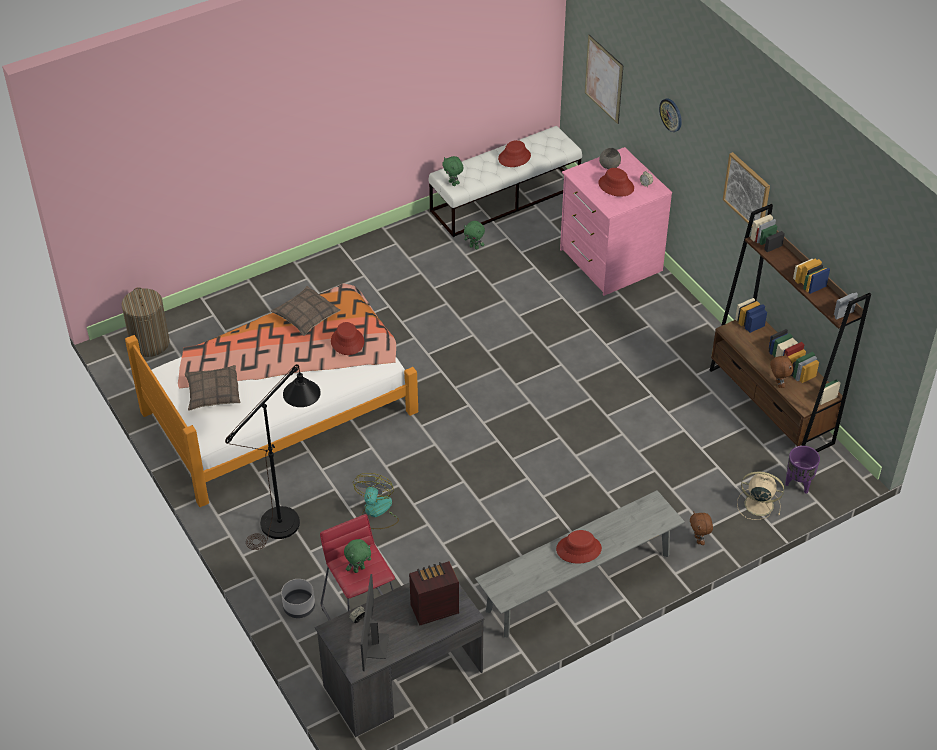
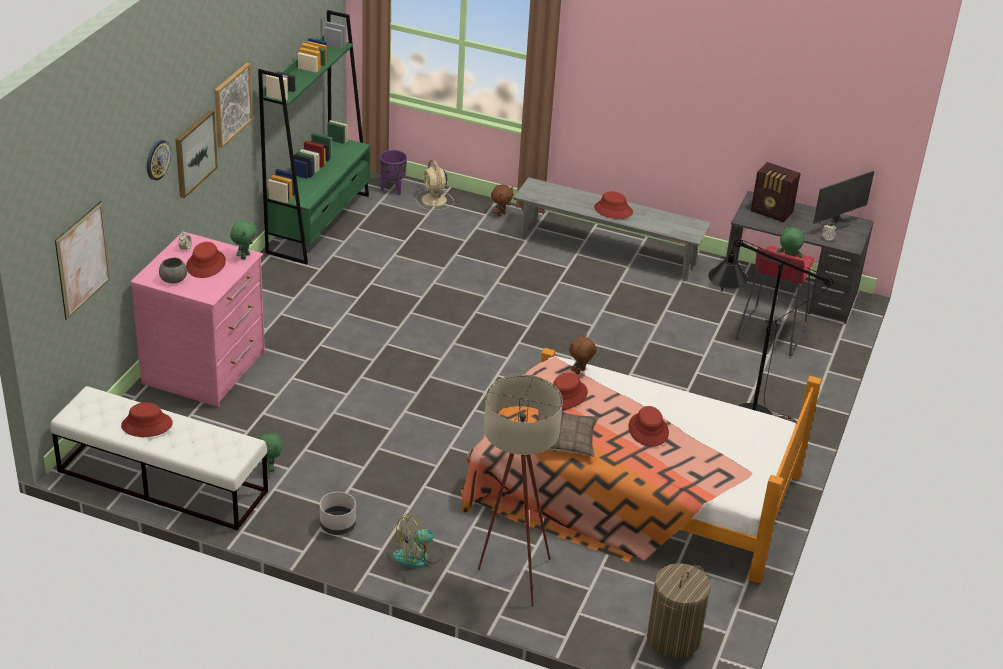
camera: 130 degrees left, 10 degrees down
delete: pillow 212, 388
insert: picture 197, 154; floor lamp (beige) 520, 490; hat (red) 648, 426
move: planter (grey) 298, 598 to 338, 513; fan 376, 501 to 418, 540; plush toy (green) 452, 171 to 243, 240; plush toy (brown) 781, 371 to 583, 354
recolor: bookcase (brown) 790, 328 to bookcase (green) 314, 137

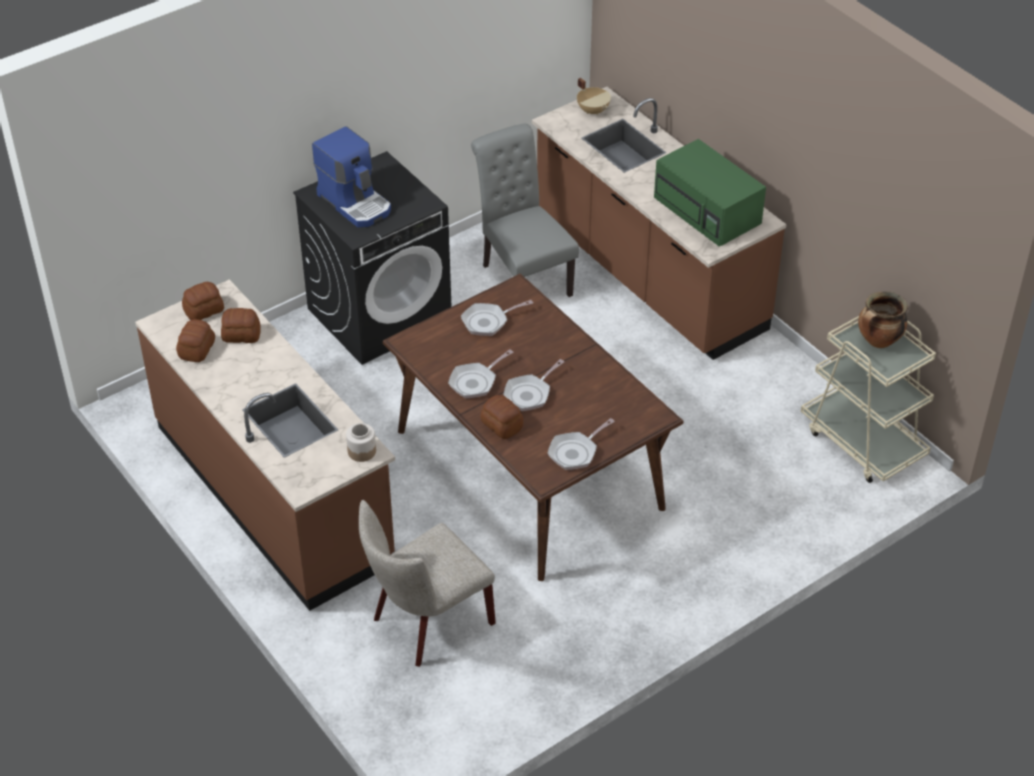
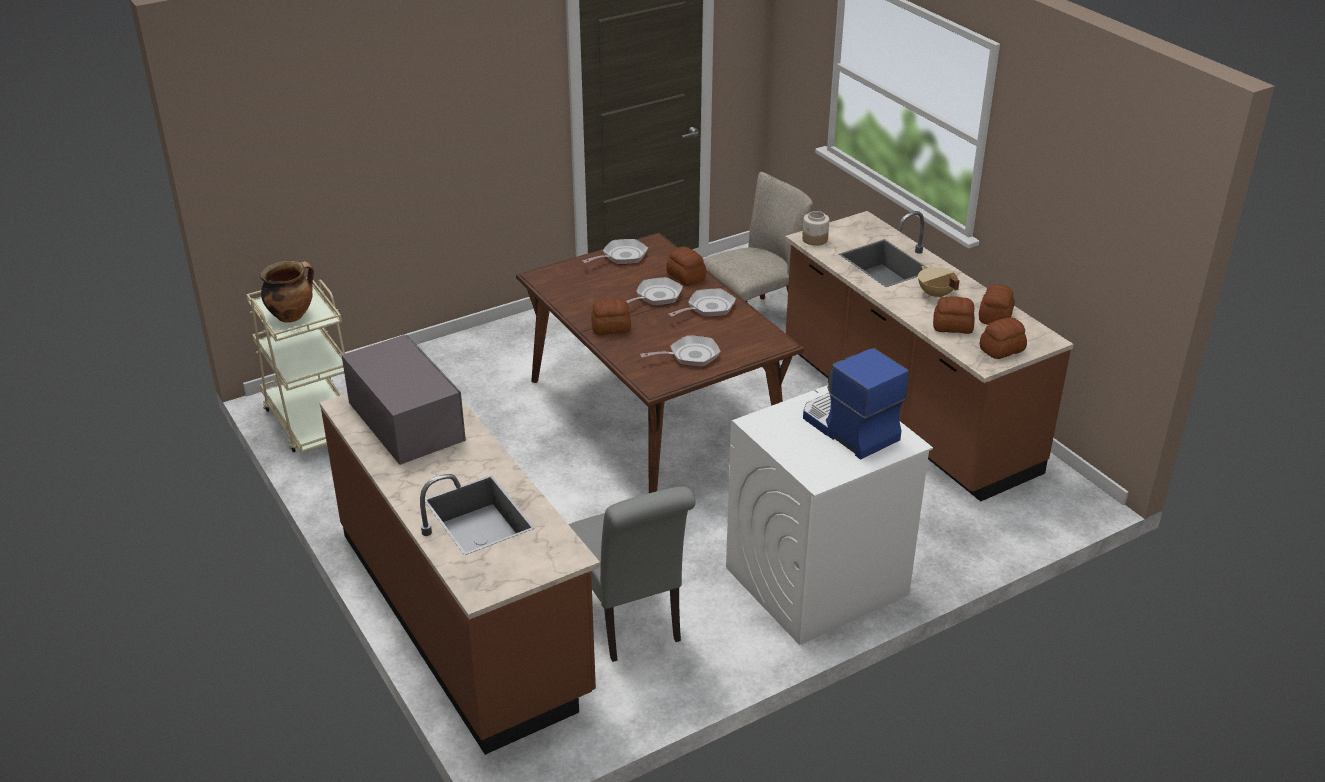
camera: 175 degrees left, 10 degrees down
insert: bread 611, 316
move: cooking pot (beige) 594, 96 to 939, 282
recolor: washing machine (black) 372, 258 to washing machine (white) 829, 515; microwave (green) 710, 193 to microwave (grey) 404, 400

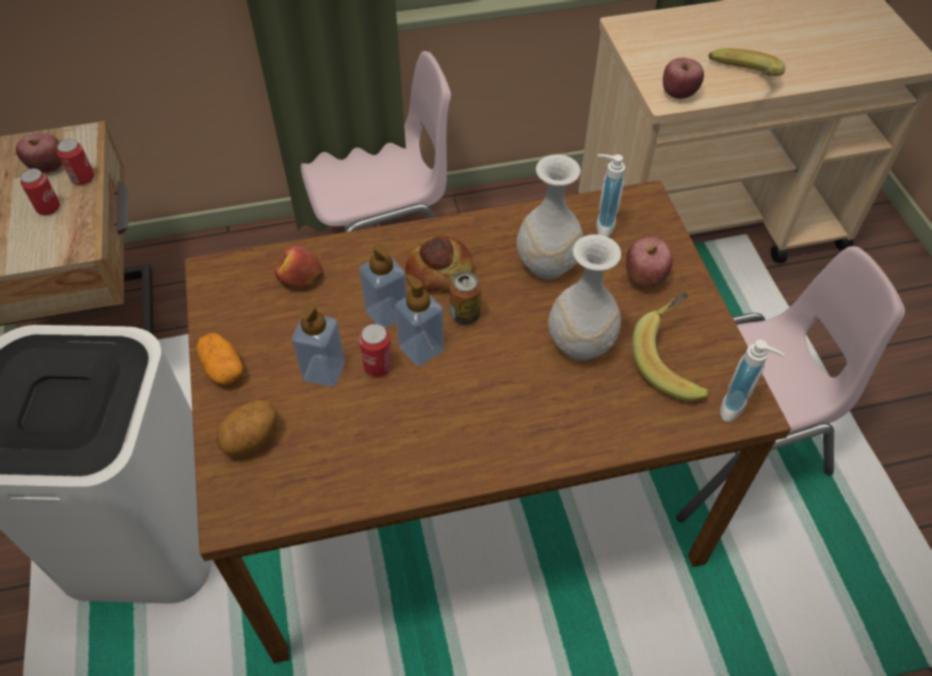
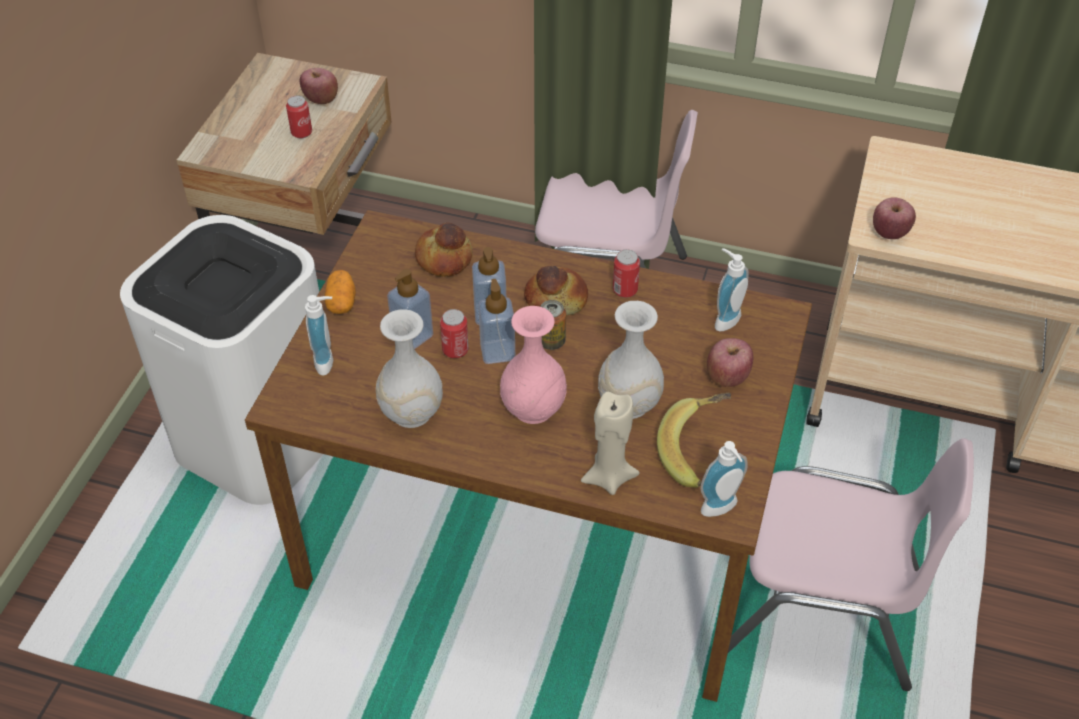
camera: 30 degrees right, 5 degrees down
delete: banana 747, 62
insert: vase (pink) 533, 365; candle (beige) 610, 443
move: can 75, 162 to 626, 273; vase (white) 550, 216 to 409, 368
replace: potato 247, 428 to soap dispenser 319, 335; apple 299, 266 to bread 444, 249

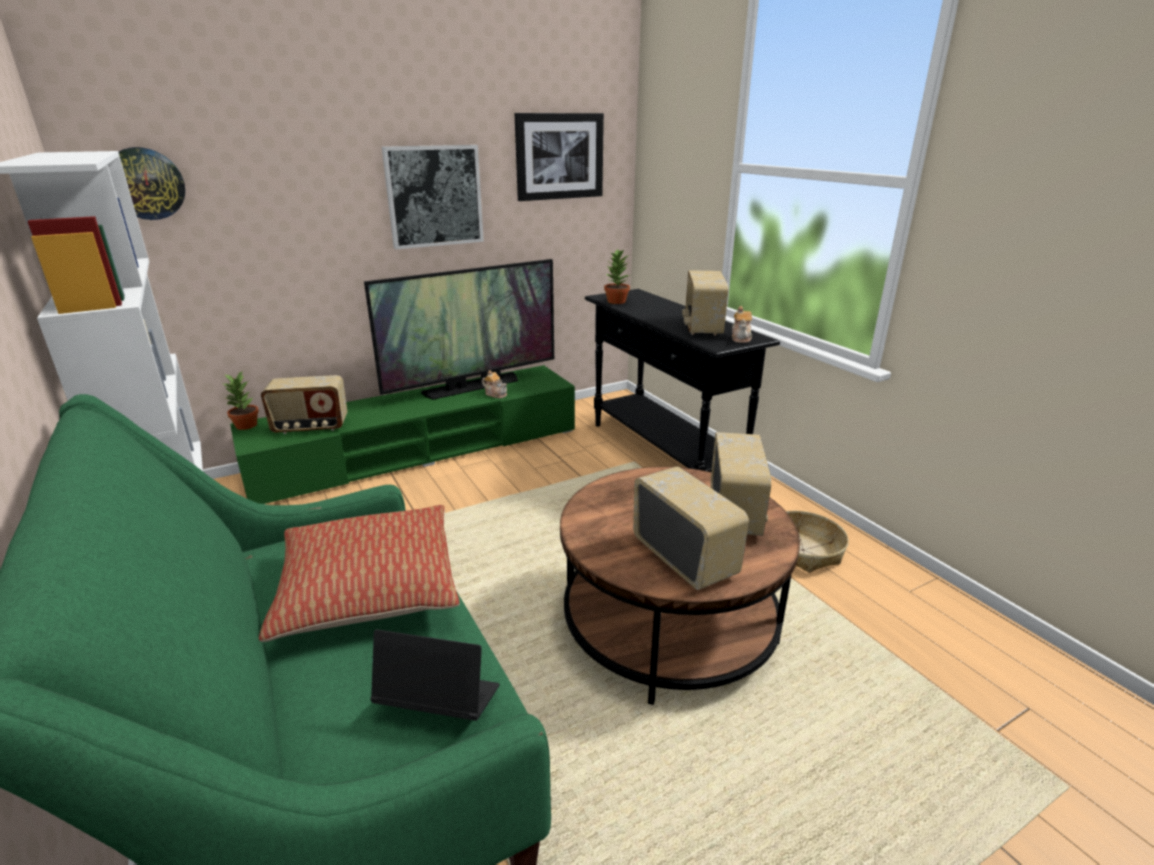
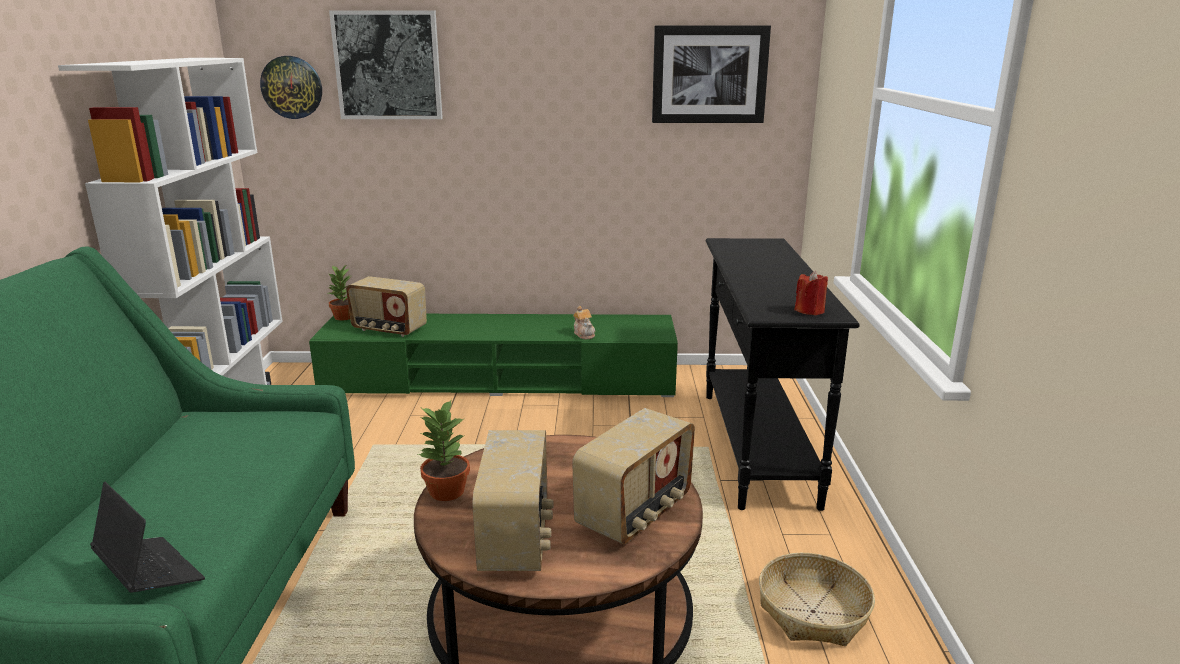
camera: 30 degrees right, 5 degrees down
delete: pillow 359, 573; television 459, 329; radio 705, 302
move: picture 433, 197 to 386, 64; potted plant 617, 276 to 444, 450
replace: teapot 742, 324 to candle (red) 811, 293

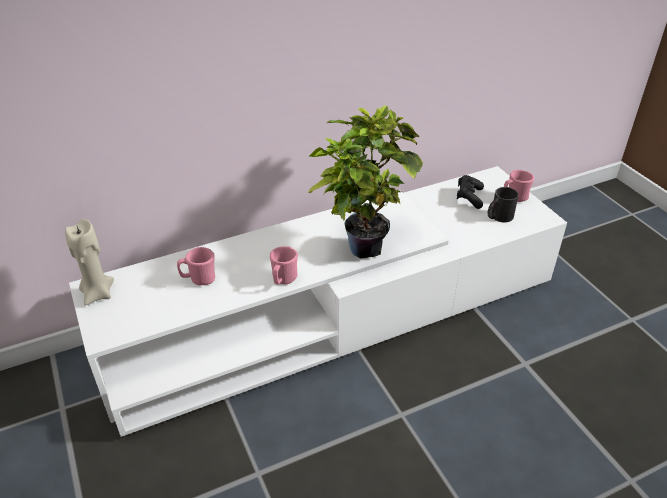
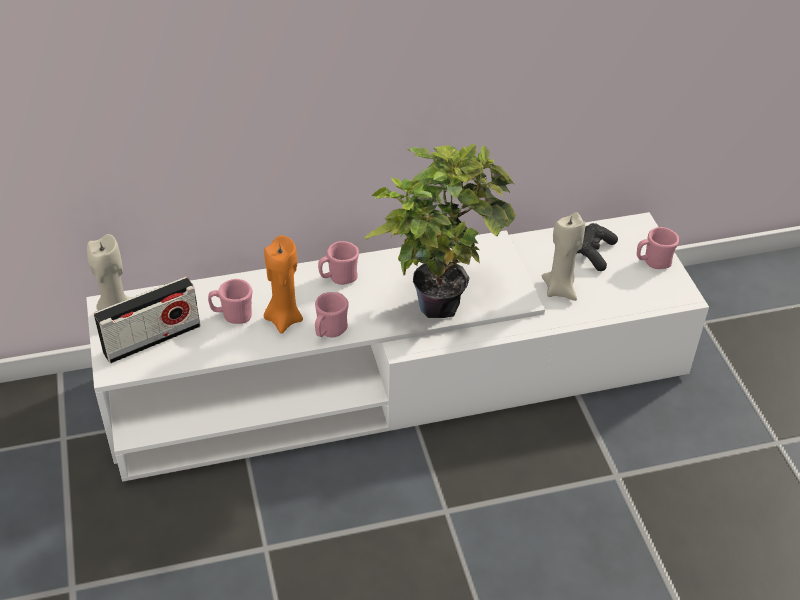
camera: 10 degrees right, 5 degrees up
delete: mug (black) 503, 204
insert: radio 147, 320; candle (orange) 283, 285; mug (pink) 338, 263; candle (beige) 563, 256

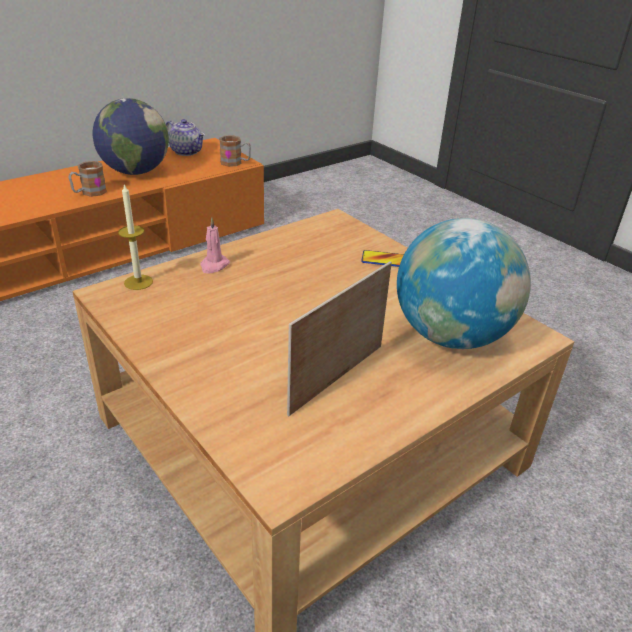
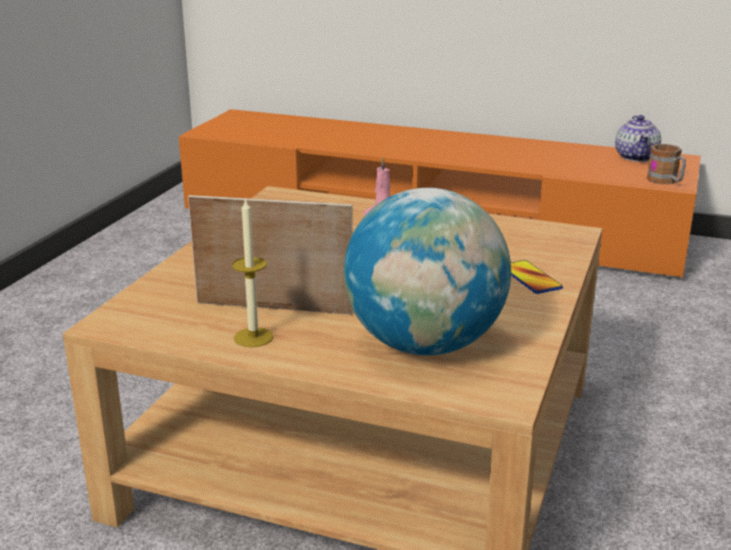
camera: 60 degrees right, 10 degrees down
delete: mug 88, 179; globe 131, 136
move: candle 135, 236 to 253, 272

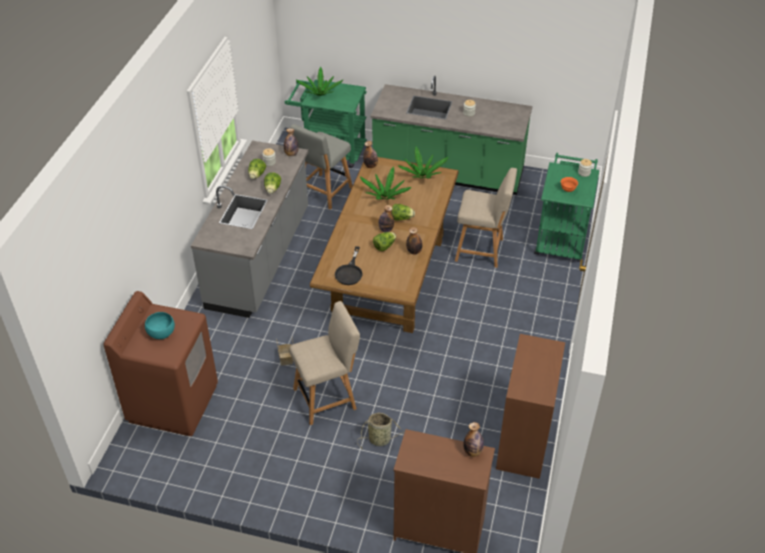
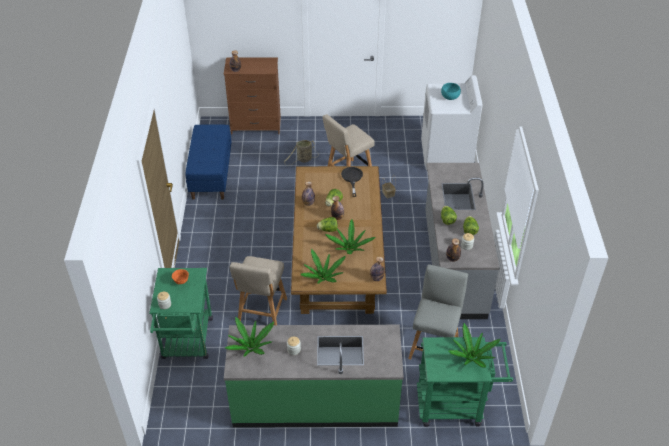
camera: 165 degrees right, 0 degrees up
insert: potted plant 249, 336
replace: dresser (brown) 530, 406 to bench (blue) 209, 162
recolor: washing machine (brown) 161, 363 to washing machine (white) 452, 122
rotate: chair (beige) 486, 218 = 258, 290 75 degrees counterclockwise

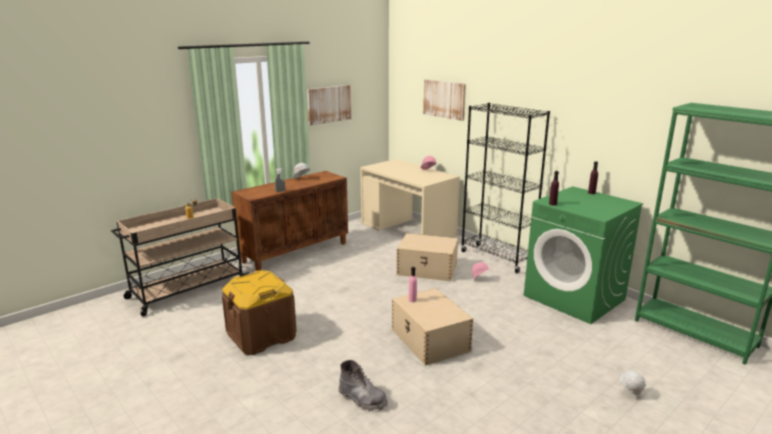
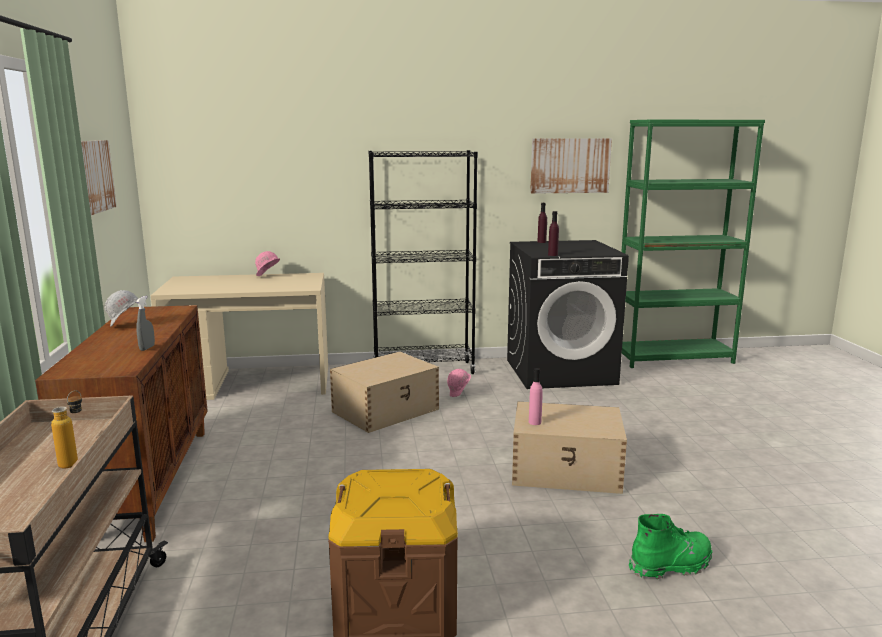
camera: 55 degrees left, 5 degrees down
delete: hard hat (white) 632, 384
move: picture 444, 100 to 571, 166
recolor: boot (grey) 363, 385 to boot (green) 671, 546; washing machine (green) 583, 255 to washing machine (black) 568, 314

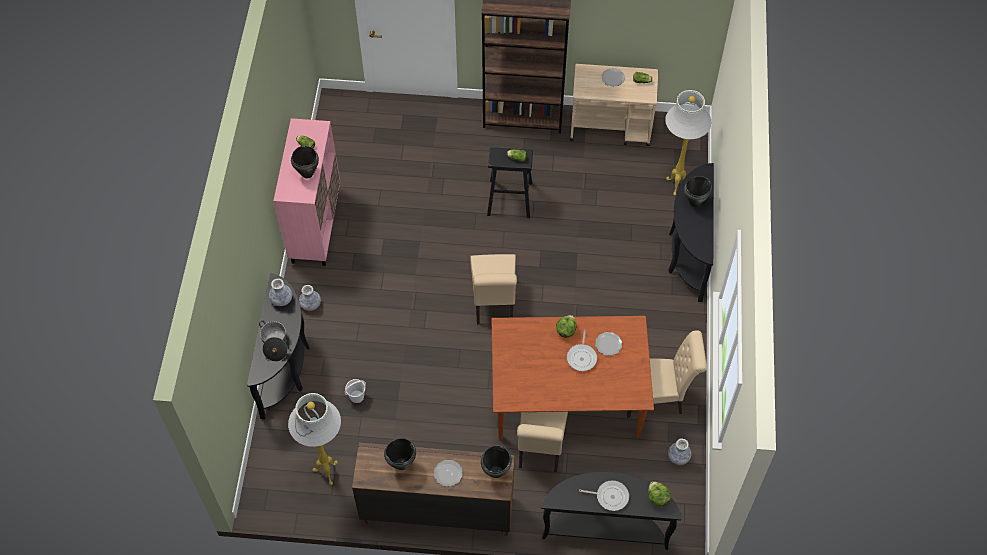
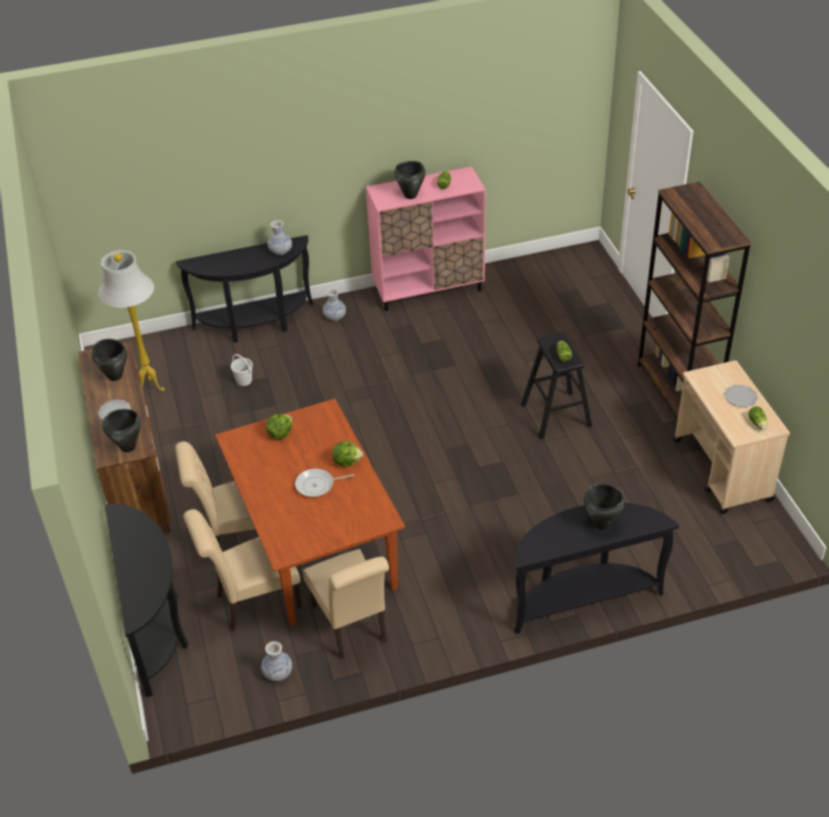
camera: 70 degrees right, 15 degrees down
delete: cooking pot 273, 341; frying pan 604, 495; plate 608, 344; floor lamp (white) 688, 142
move: chair (beige) 493, 289 to 242, 570; lettuce 659, 493 to 278, 426

